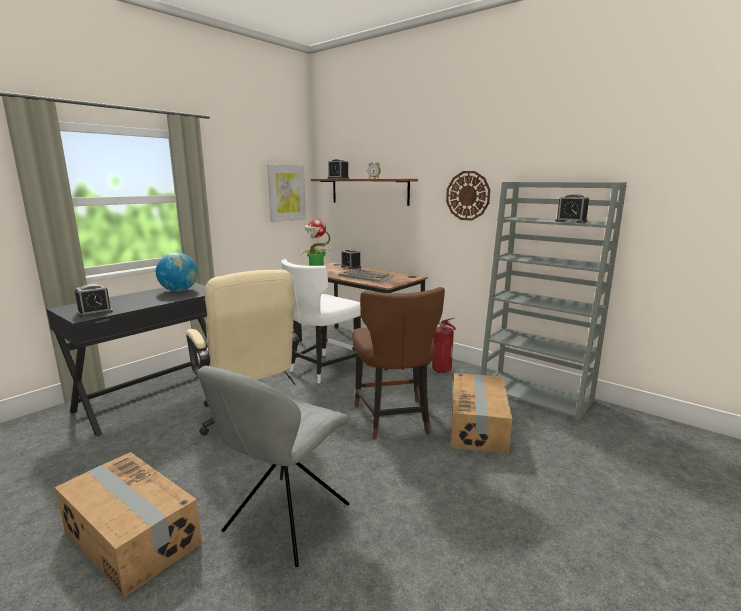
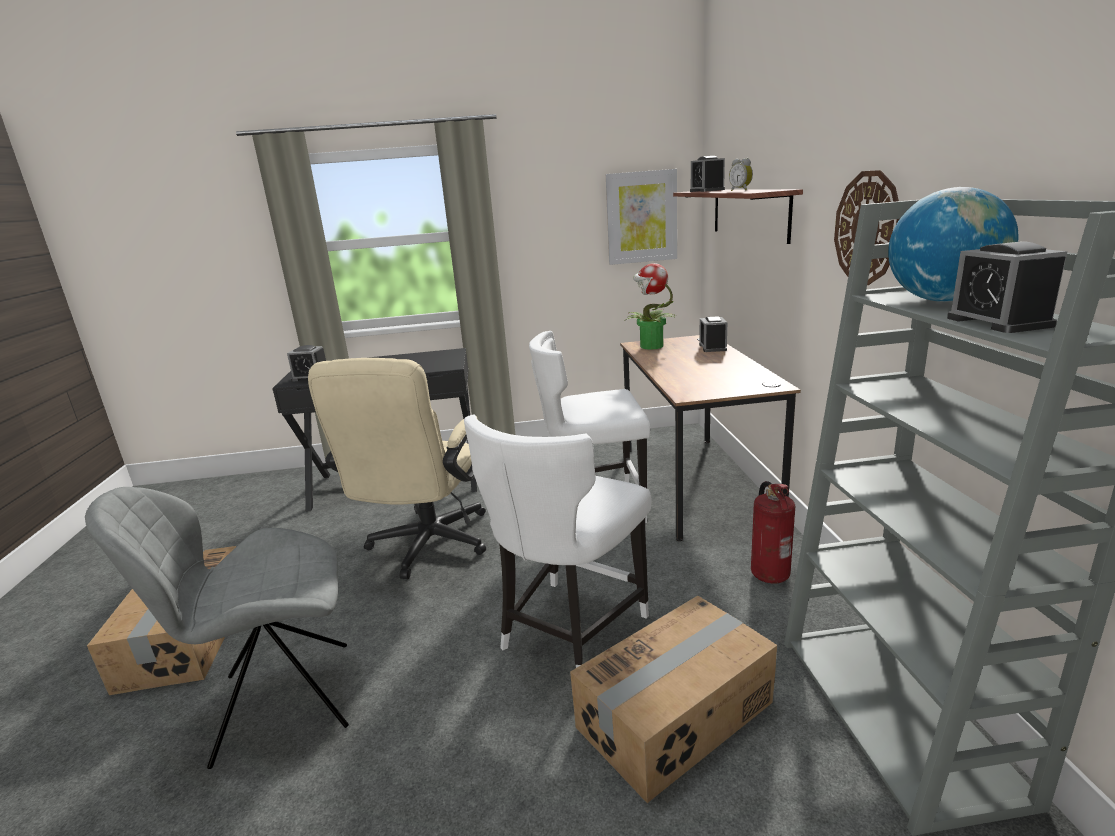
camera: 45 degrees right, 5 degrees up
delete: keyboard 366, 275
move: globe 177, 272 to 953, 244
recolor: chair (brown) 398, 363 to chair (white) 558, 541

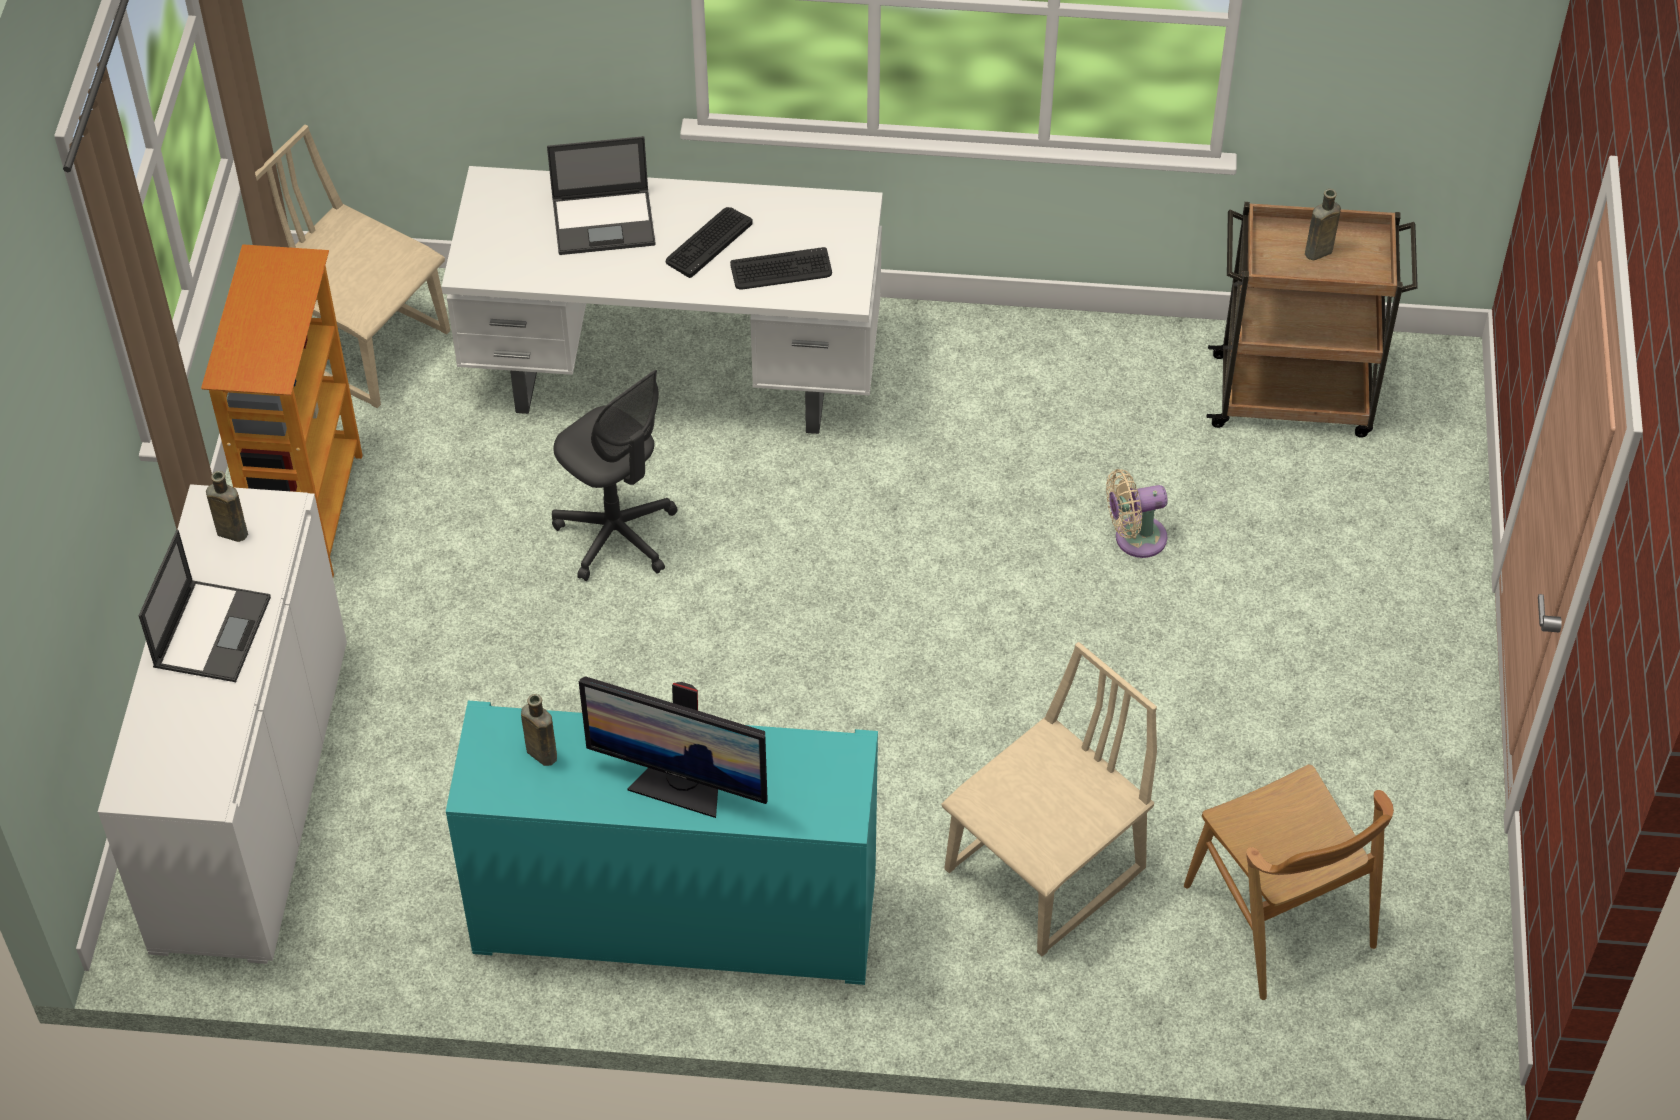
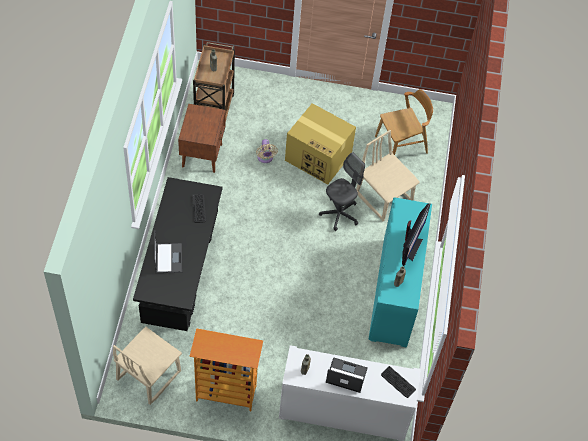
camera: 90 degrees left, 5 degrees up
insert: nightstand (brown) 202, 138; cardboard box 320, 144
move: office chair (grey) 615, 475 to 342, 191; keyboard 709, 242 to 398, 382
recolor: desk (white) 662, 300 to desk (black) 178, 254

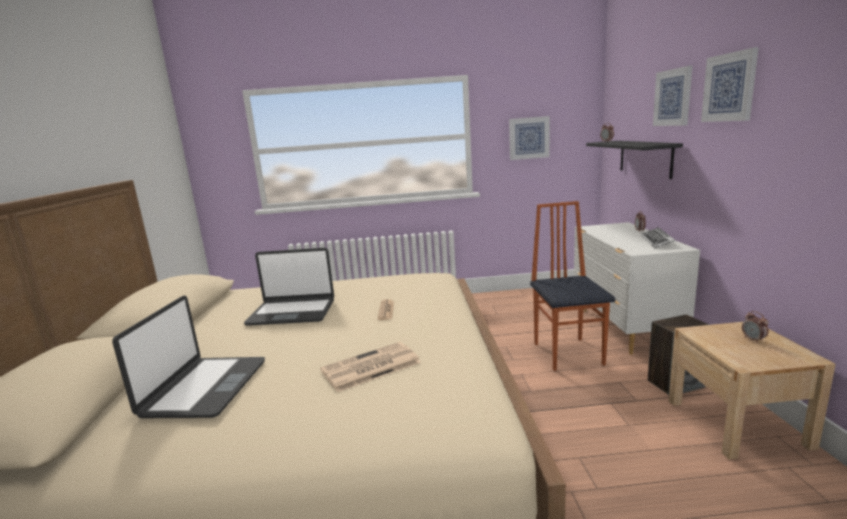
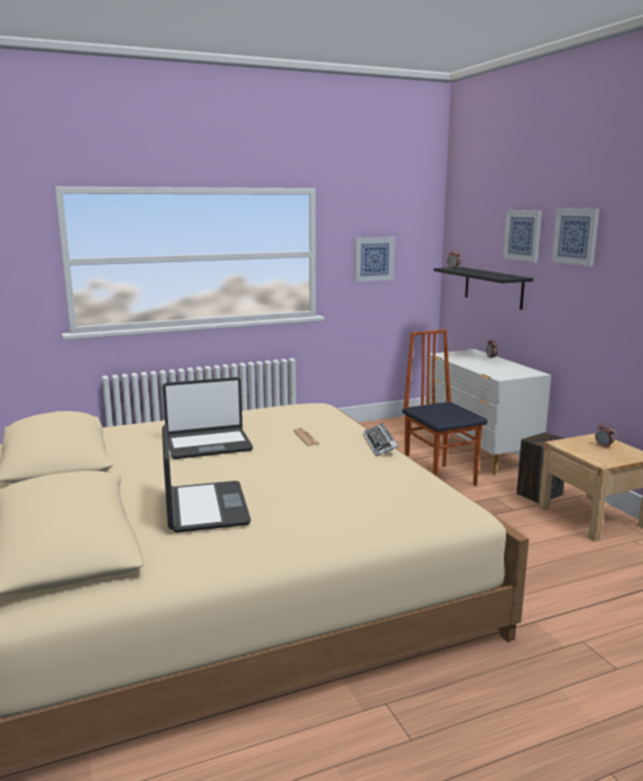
camera: 20 degrees left, 0 degrees up
delete: newspaper 370, 367
move: keyboard 658, 237 to 381, 439

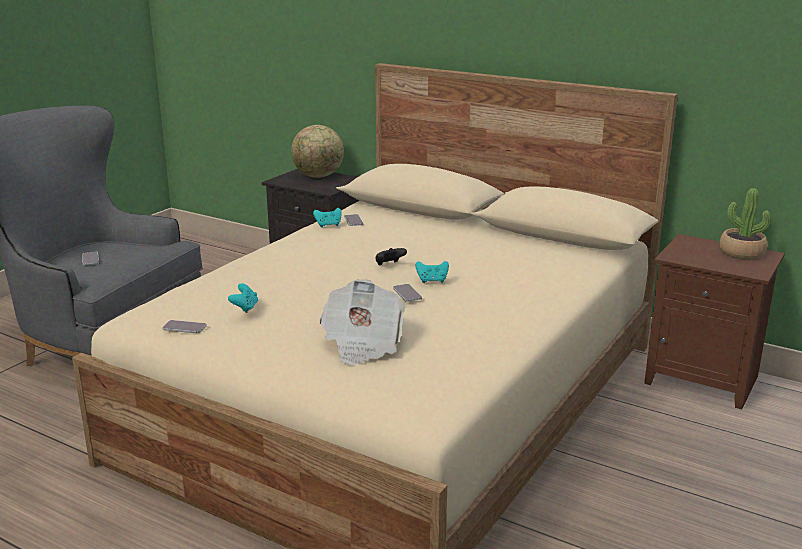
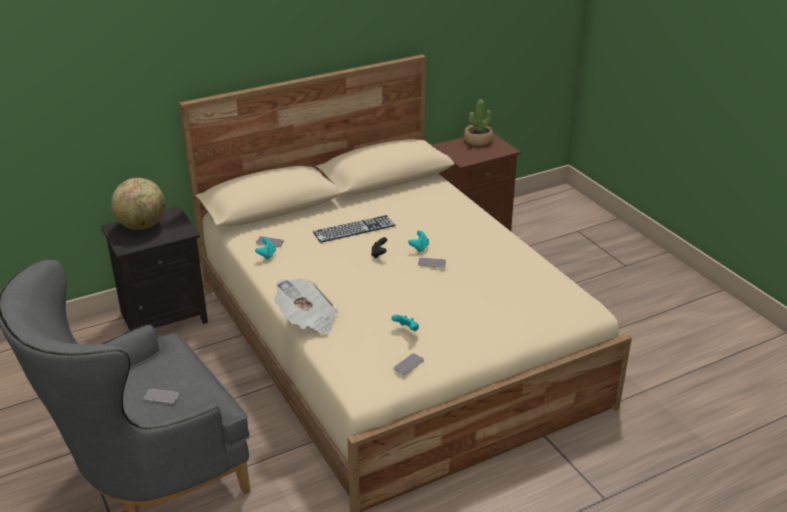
camera: 60 degrees left, 10 degrees up
insert: keyboard 354, 229
move: newspaper 362, 322 to 306, 306

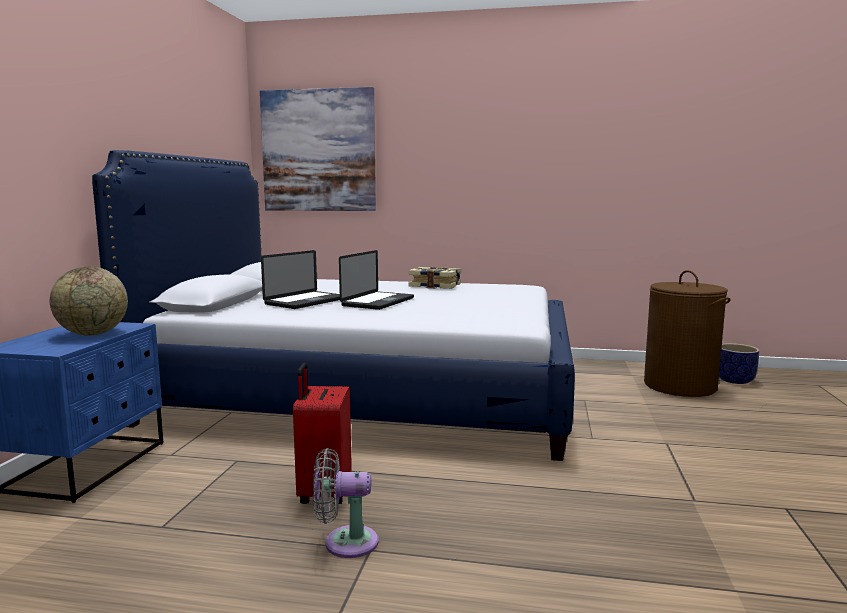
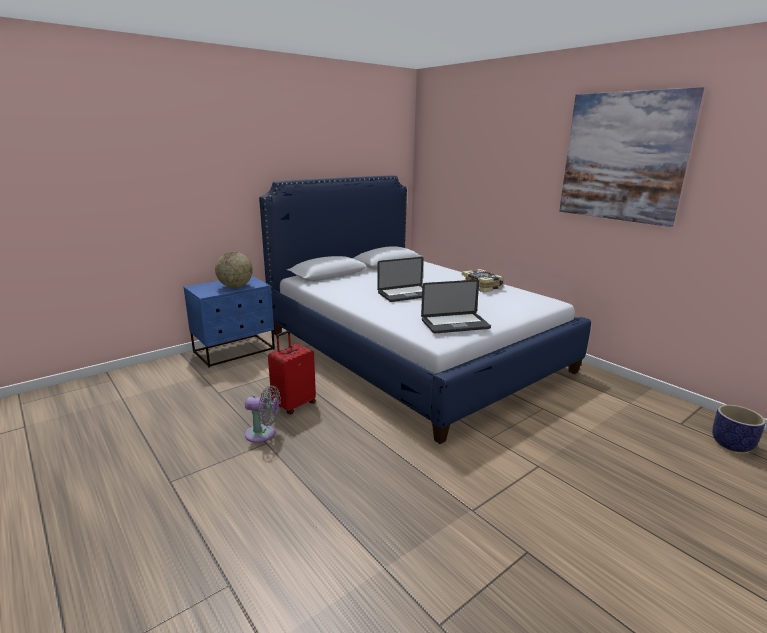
camera: 40 degrees right, 10 degrees up
delete: laundry basket (brown) 687, 333
move: picture 318, 149 to 631, 157; laptop 300, 279 to 456, 306
rotate: fan (grey) 346, 503 = 263, 414 150 degrees clockwise

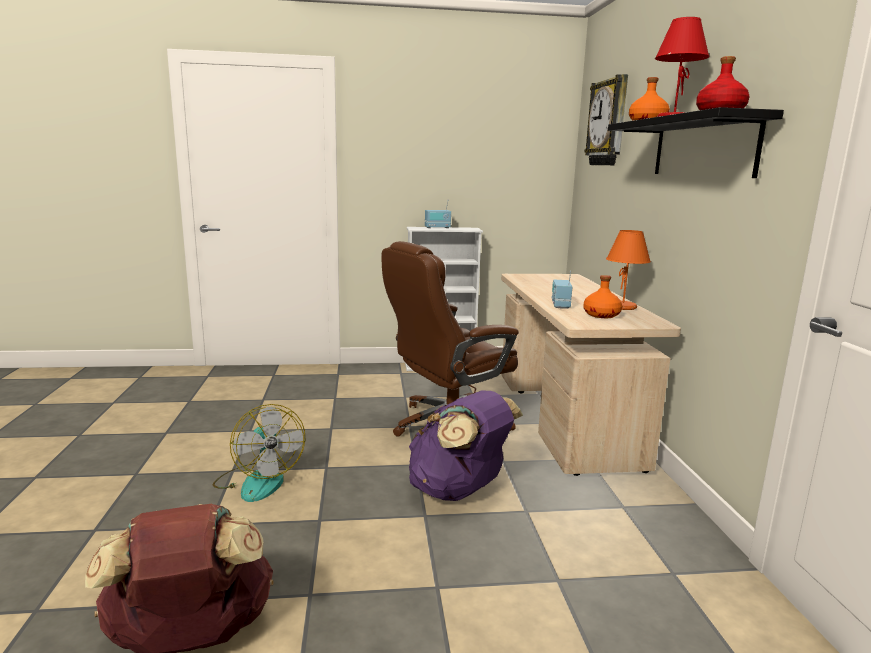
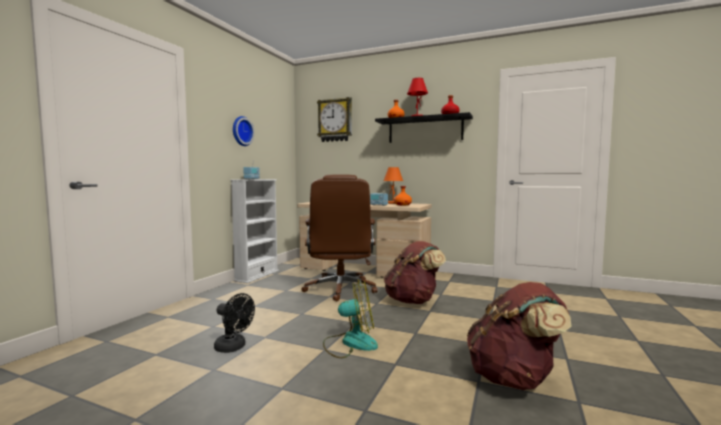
camera: 60 degrees left, 10 degrees down
insert: fan (black) 234, 323; wall clock 244, 131
recolor: backpack (purple) 466, 445 to backpack (brown) 415, 272

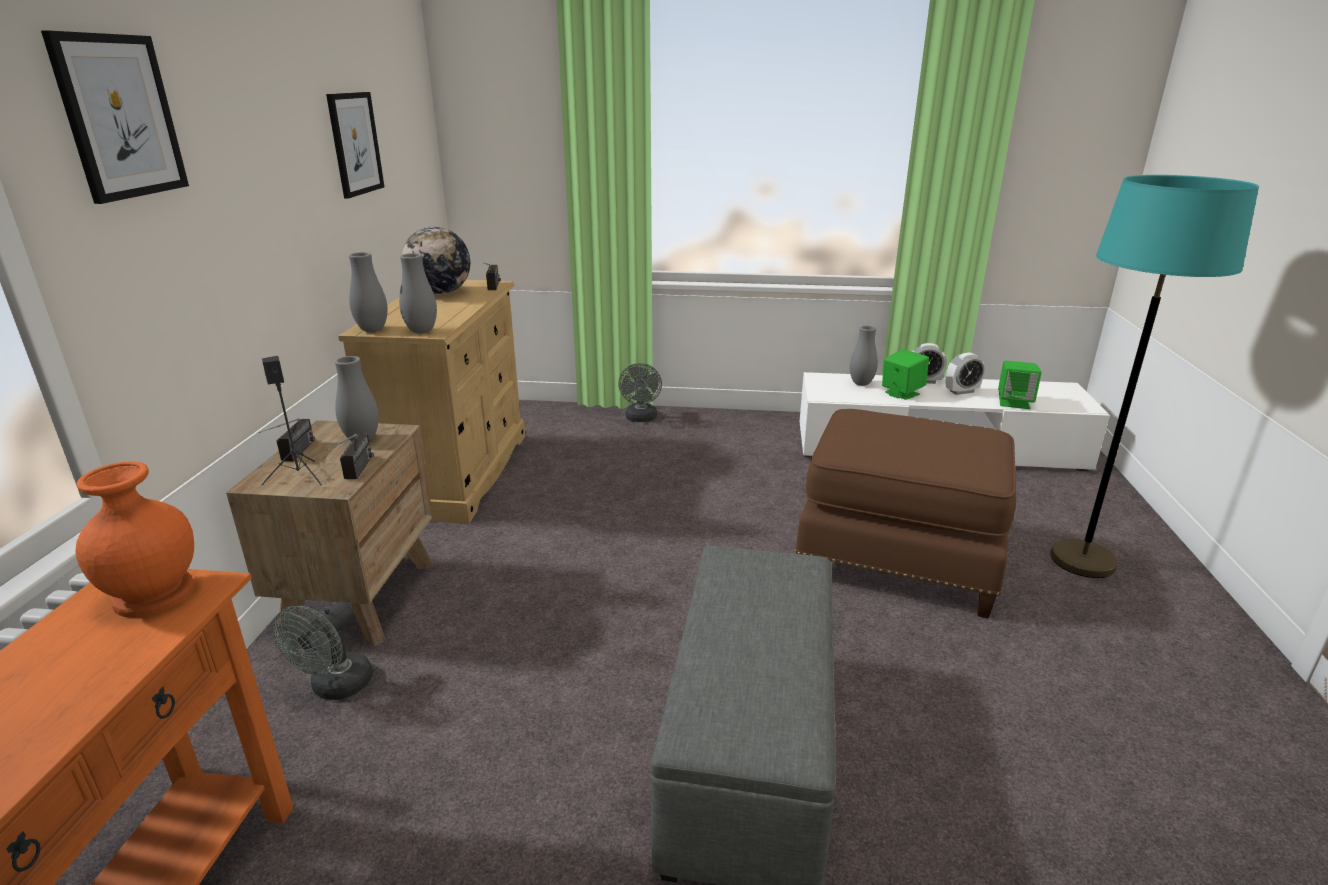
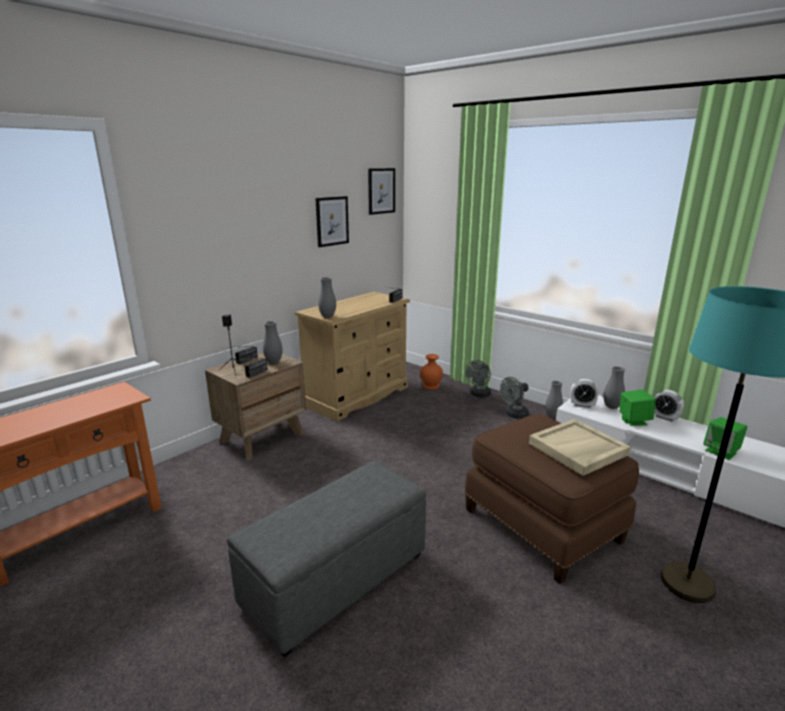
camera: 35 degrees right, 5 degrees down
delete: globe 436, 261
insert: tray (beige) 580, 447
move: picture 115, 117 to 381, 191; vase (orange) 134, 539 to 431, 372; fan (grey) 323, 651 to 514, 398; vase (grey) 368, 292 to 554, 399; alarm clock 965, 373 to 584, 393

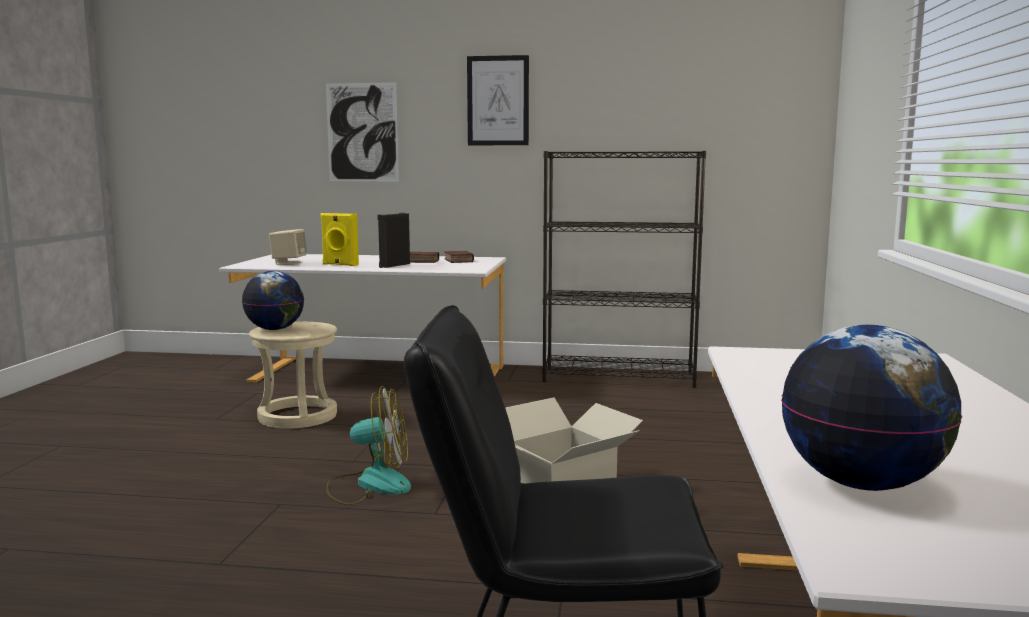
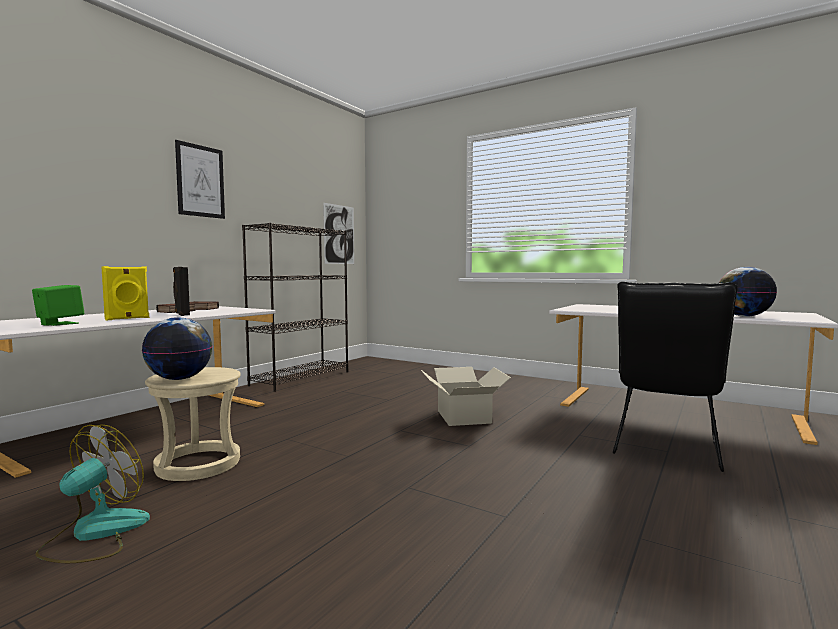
camera: 65 degrees left, 5 degrees down
move: picture 362, 132 to 338, 233; fan 368, 445 to 93, 493
recolor: speaker (beige) 288, 247 to speaker (green) 58, 305

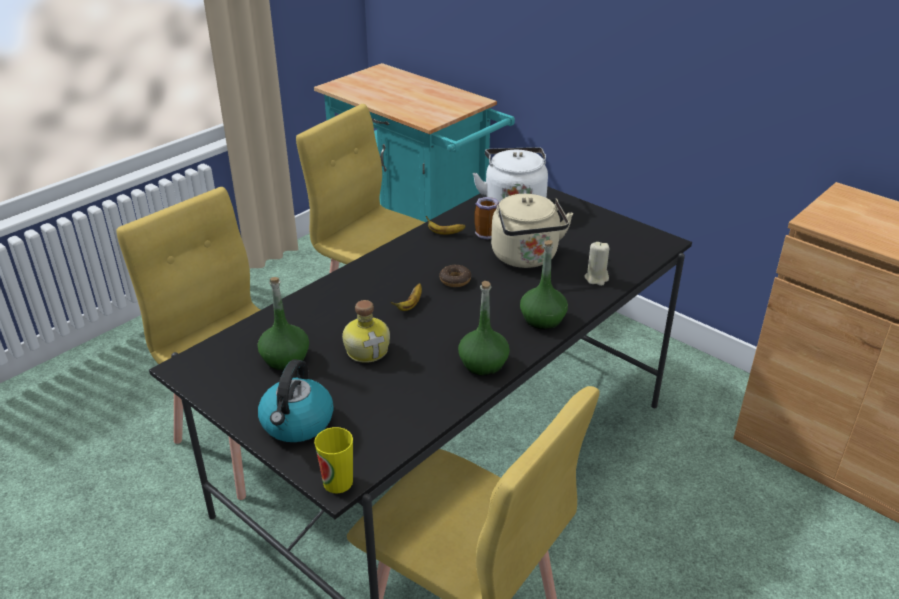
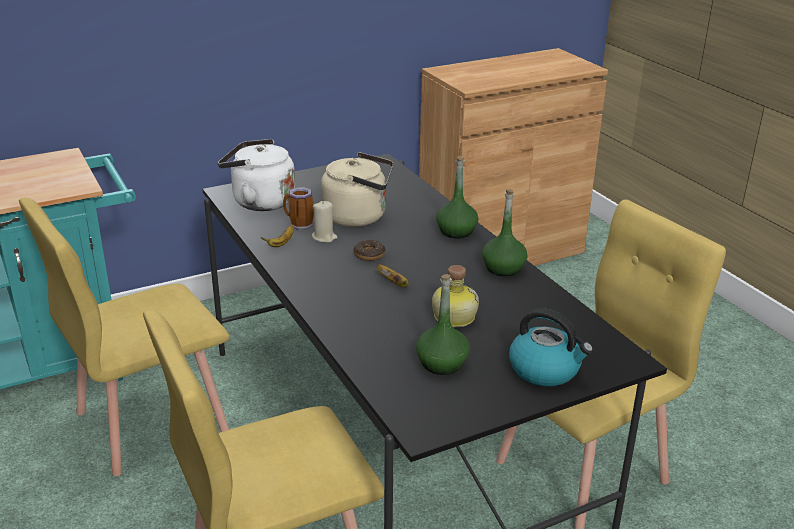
camera: 70 degrees left, 5 degrees down
delete: cup 333, 460
move: candle (beige) 597, 264 to 325, 222

